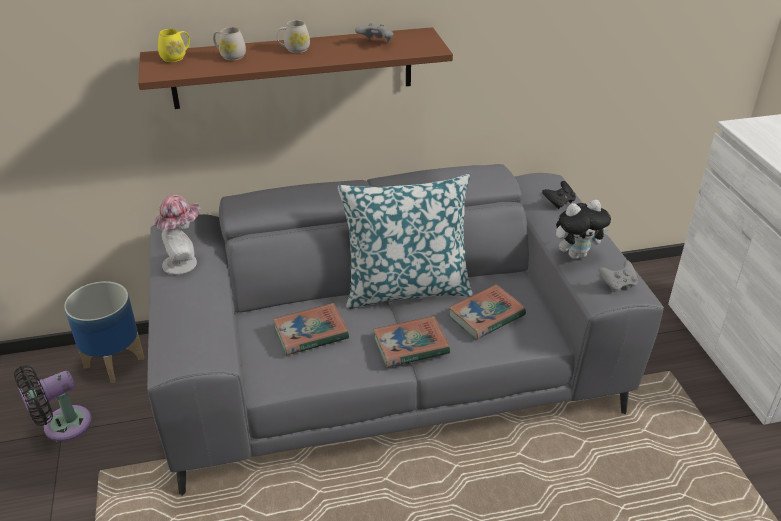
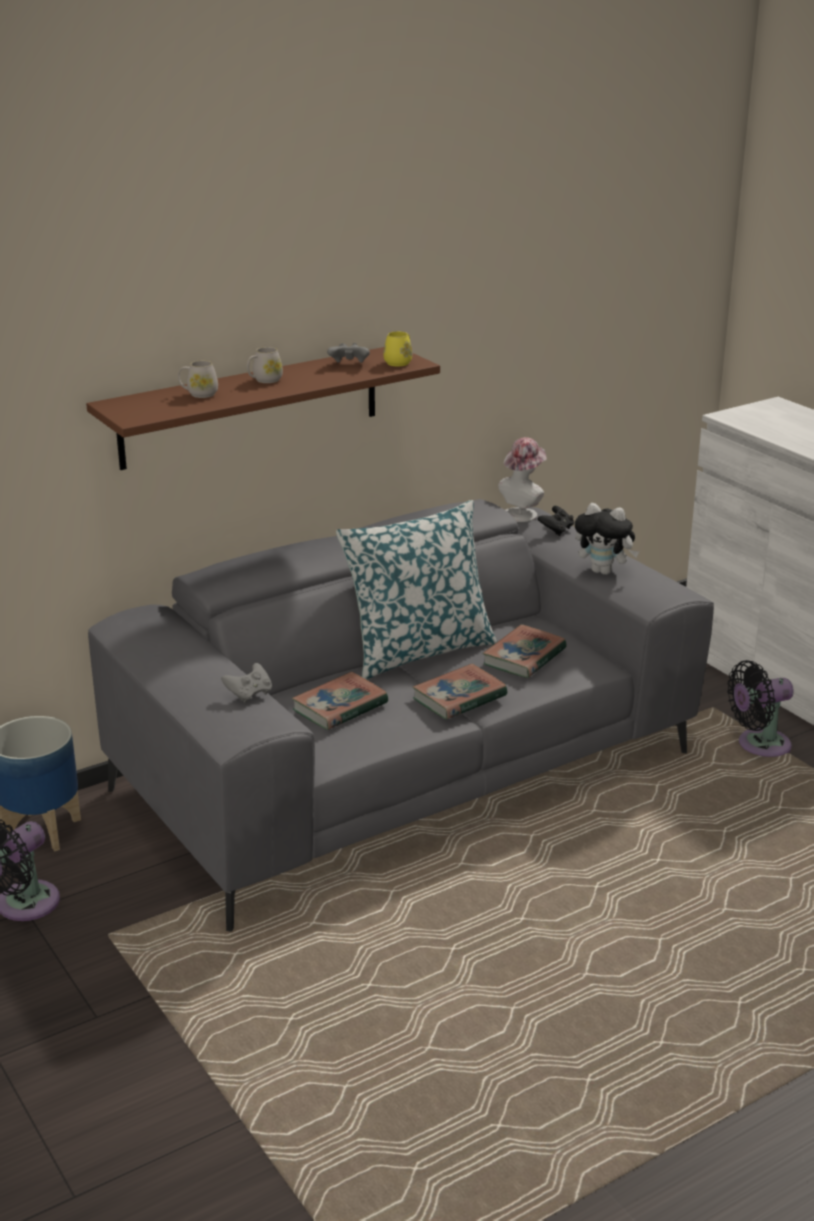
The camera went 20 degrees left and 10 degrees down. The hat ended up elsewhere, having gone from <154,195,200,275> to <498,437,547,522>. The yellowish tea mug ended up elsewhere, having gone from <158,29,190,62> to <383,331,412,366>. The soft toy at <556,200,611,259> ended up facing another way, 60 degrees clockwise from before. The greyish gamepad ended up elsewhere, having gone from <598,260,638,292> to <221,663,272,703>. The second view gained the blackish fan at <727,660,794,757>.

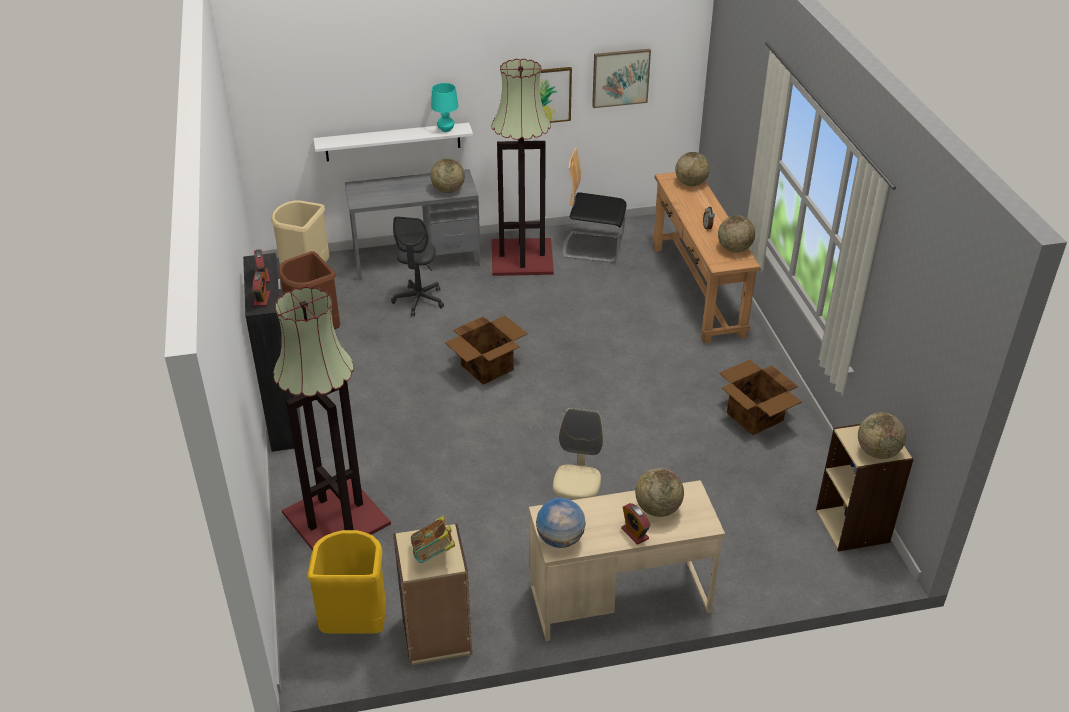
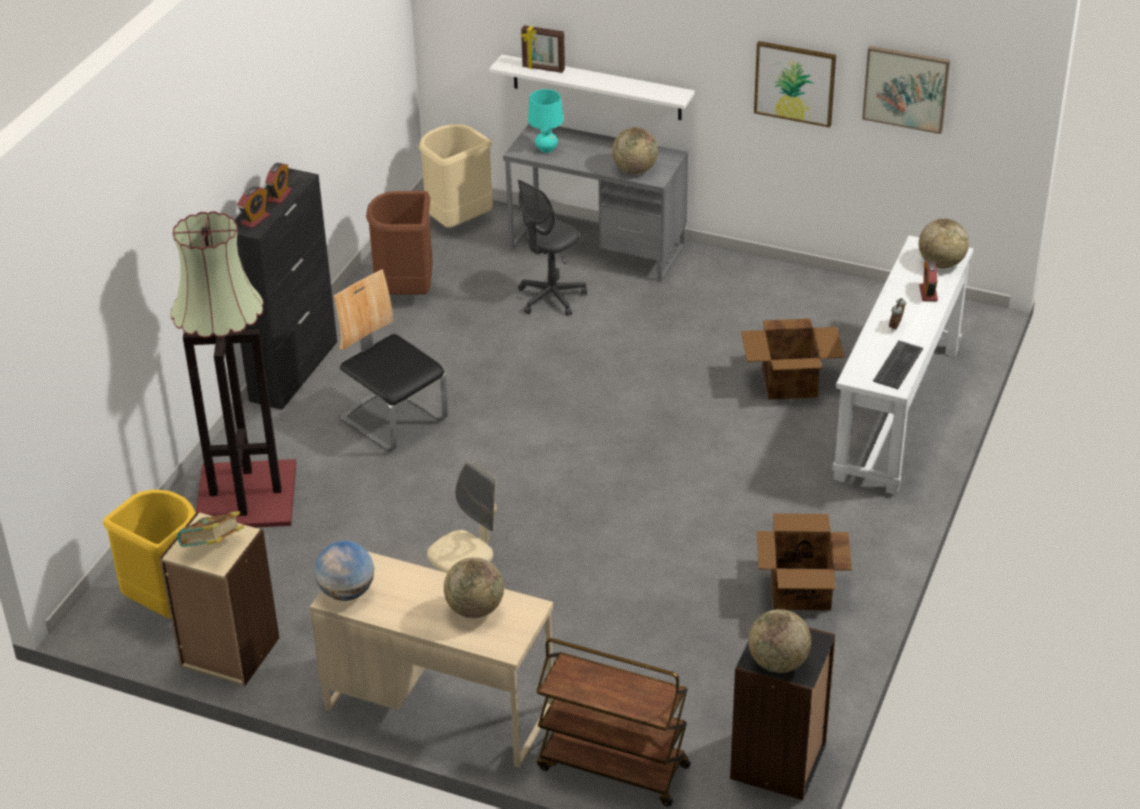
The camera went 35 degrees right and 0 degrees up. The turquoise table lamp ended up elsewhere, having gone from <431,83,458,132> to <528,89,564,153>. The packing box ended up elsewhere, having gone from <445,316,528,385> to <741,318,844,400>. The second view lost the standard lamp at <492,59,554,276>. The plain chair ended up elsewhere, having gone from <563,147,626,263> to <334,269,448,451>. The alarm clock ended up elsewhere, having gone from <621,503,650,545> to <919,261,938,301>. What was the brown hall table at <652,172,761,343> turned into the whitish hall table at <832,235,974,495>. Where the world globe stood at <718,215,755,253>, the computer keyboard came to stand at <873,340,923,389>. What was the beige bookshelf at <816,424,914,551> turned into the blackish bookshelf at <730,615,836,800>. The second view gained the standing frame at <521,25,565,73>. The second view gained the brown trolley at <536,638,691,807>.

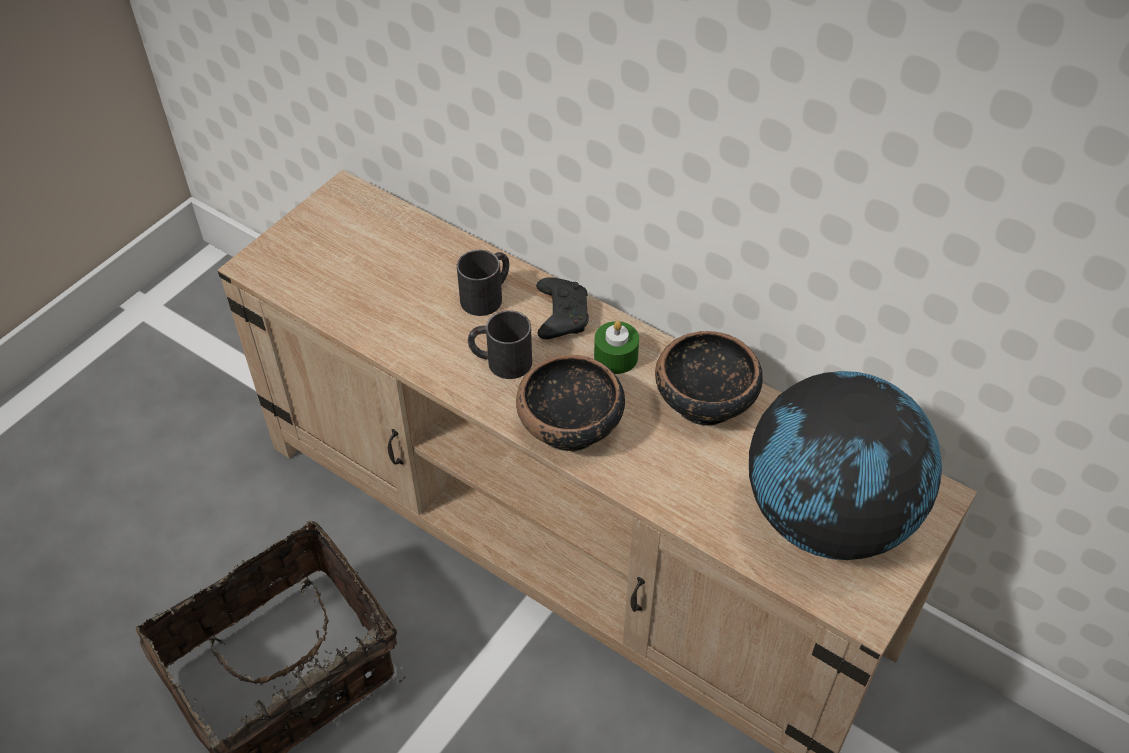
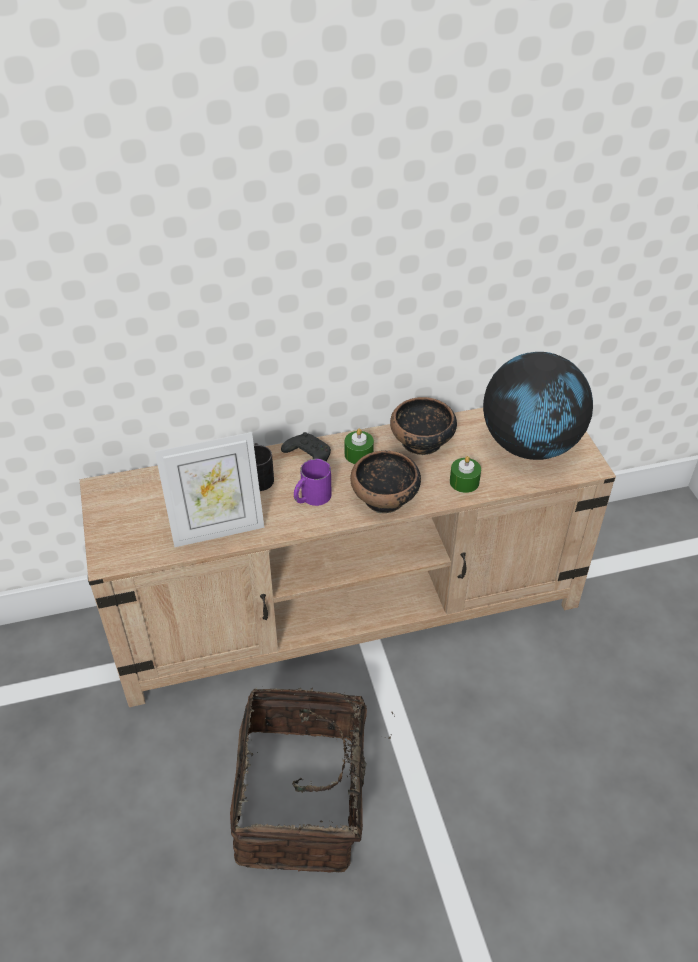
The camera went 50 degrees left and 5 degrees down. What was the blackish tea mug at <468,310,532,379> turned into the purple-coloured tea mug at <294,459,332,506>. The second view gained the standing frame at <155,432,264,547>. The second view gained the green-coloured candle at <450,456,481,493>.

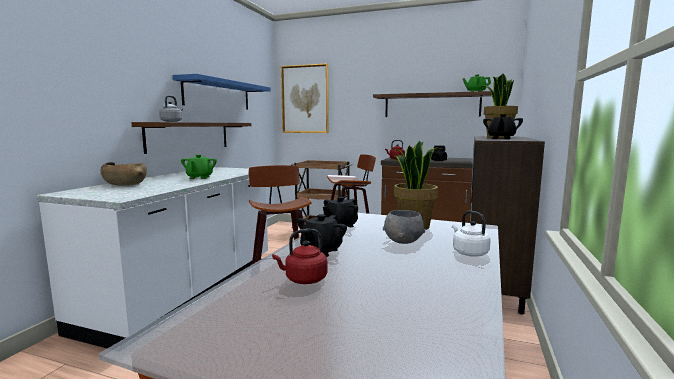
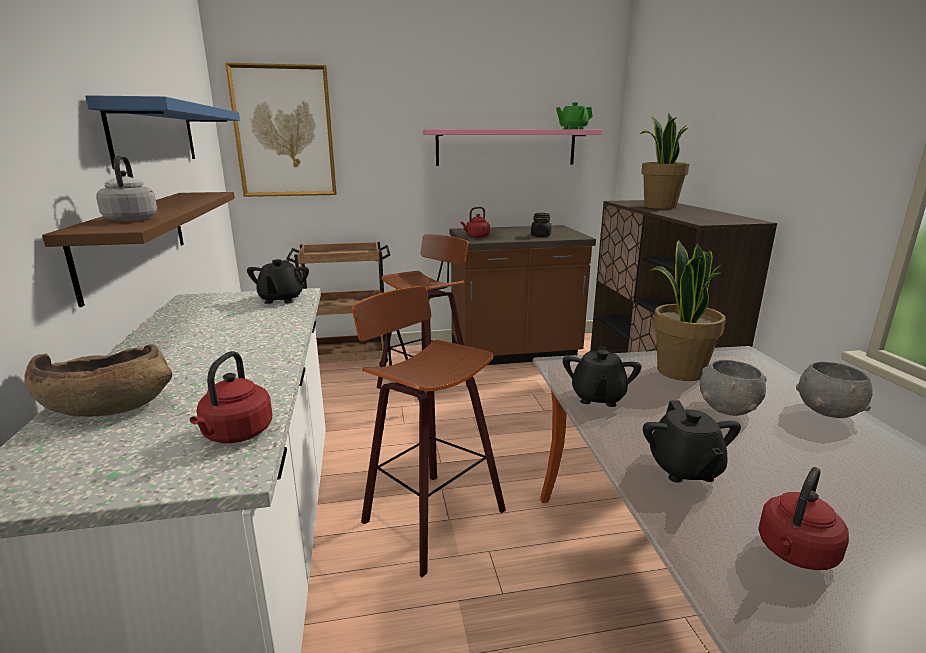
The camera went 30 degrees left and 10 degrees up. The second view lost the green-coloured pot for tea at <181,154,217,179>. What was the brown bracket shelf at <373,91,492,117> turned into the pinkish bracket shelf at <423,129,602,166>. Where the whitish water kettle stood at <452,211,491,256>, the greyish bowl came to stand at <796,361,873,418>. The blackish pot for tea ended up elsewhere, having gone from <483,114,523,139> to <247,259,309,304>. The second view gained the red-coloured water kettle at <190,351,272,443>.

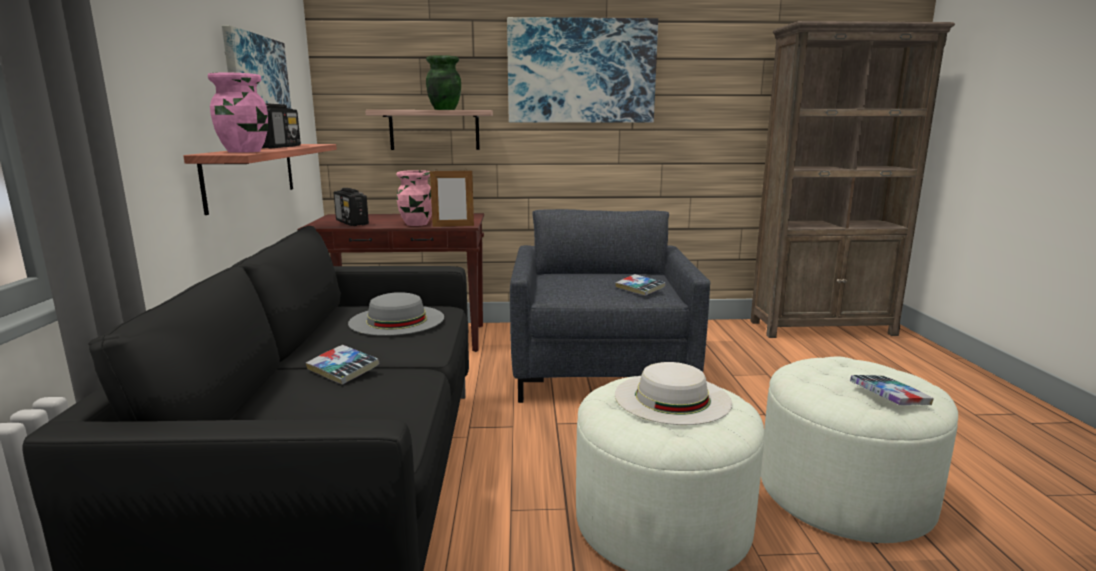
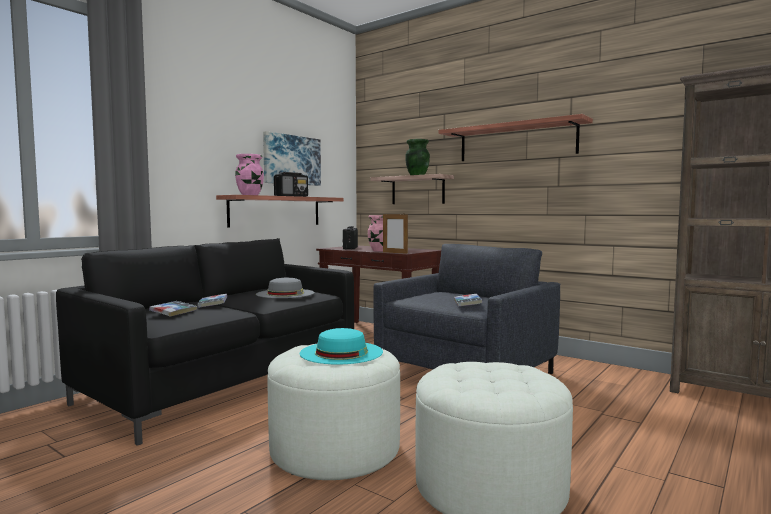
The camera went 40 degrees right and 10 degrees down. Where the wall art hung at <507,17,658,123>, the bracket shelf came to hang at <438,114,593,161>. What was the whitish hat at <615,362,732,425> turned into the turquoise hat at <300,328,383,365>. The bound book ended up elsewhere, having gone from <850,375,934,405> to <149,301,197,317>.

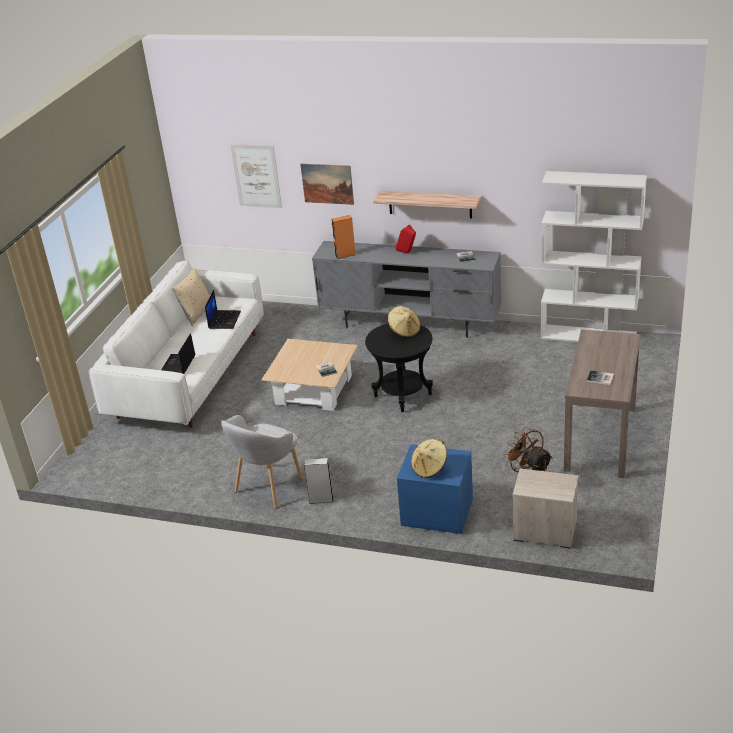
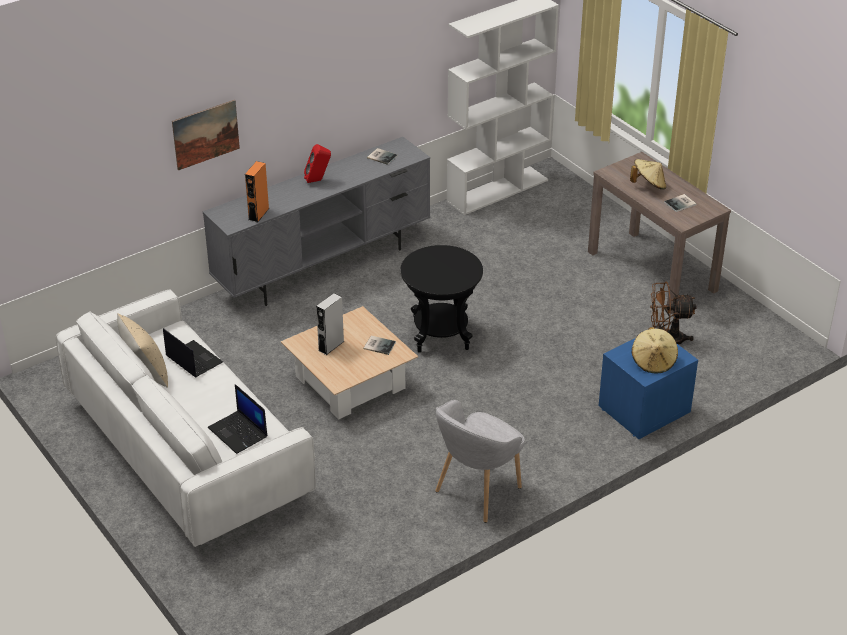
The camera went 55 degrees left and 5 degrees up. The greyish easy chair at <221,415,303,509> ended up facing another way, 60 degrees clockwise from before. The second view lost the wall art at <230,144,282,208>. The greyish loudspeaker ended up elsewhere, having gone from <304,458,333,504> to <316,293,344,355>. The second view lost the bracket shelf at <373,191,481,219>. The beige hat ended up elsewhere, having gone from <388,306,420,338> to <630,159,666,190>. The second view lost the bedside table at <513,469,578,549>.

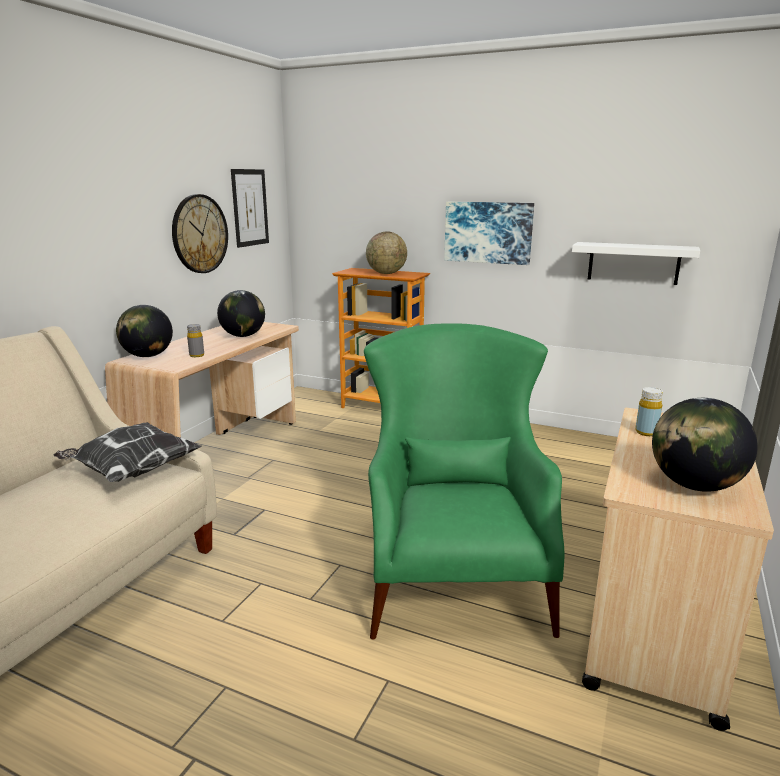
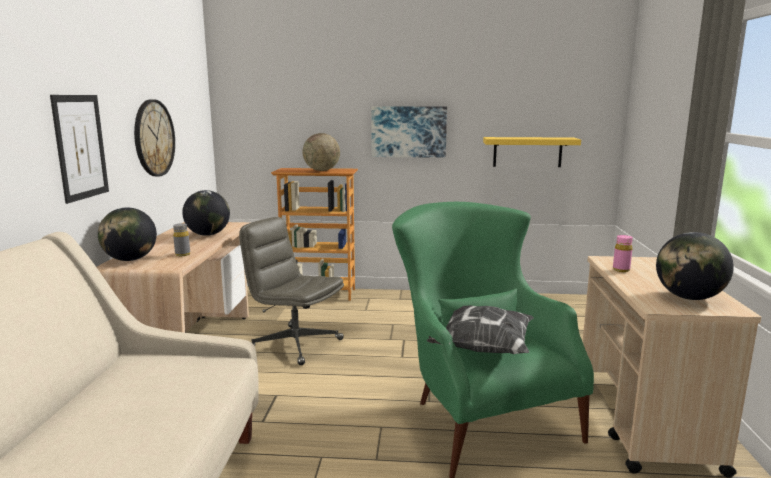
The camera went 20 degrees left and 5 degrees down. The pillow ended up elsewhere, having gone from <53,422,201,482> to <427,306,534,354>. The wall art ended up elsewhere, having gone from <231,169,269,248> to <50,95,109,204>. What was the whitish bracket shelf at <572,242,700,285> turned into the yellowish bracket shelf at <483,137,581,167>. What was the yellowish beverage bottle at <635,387,663,436> turned into the pinkish beverage bottle at <613,235,633,272>. The second view gained the greyish computer chair at <239,217,344,365>.

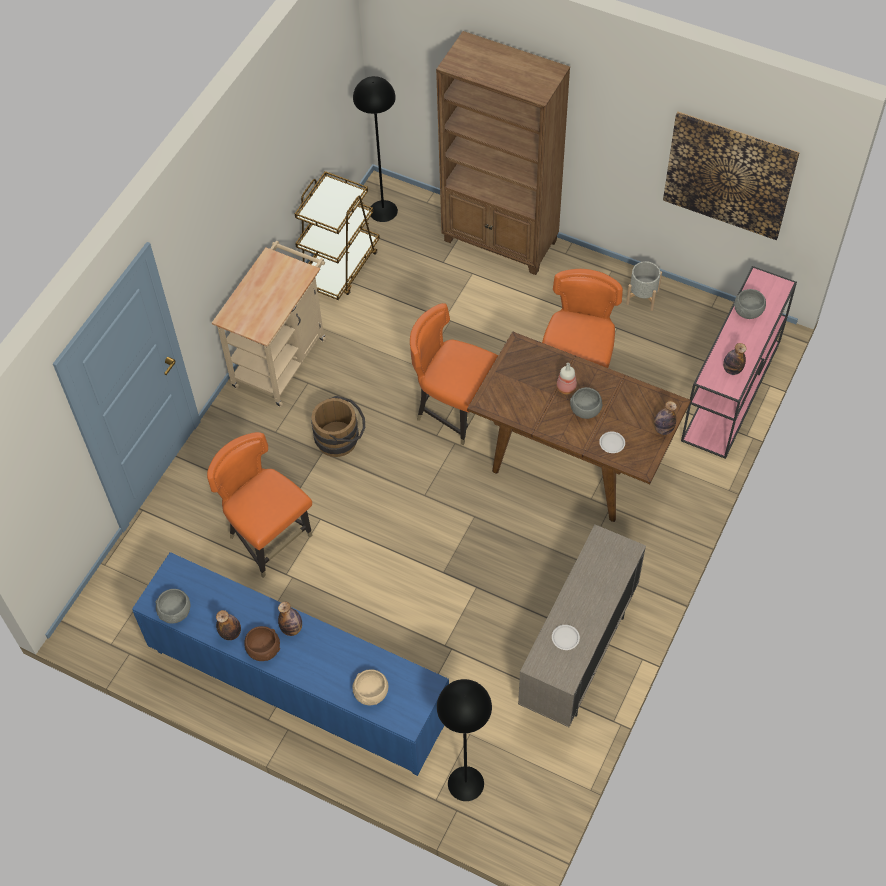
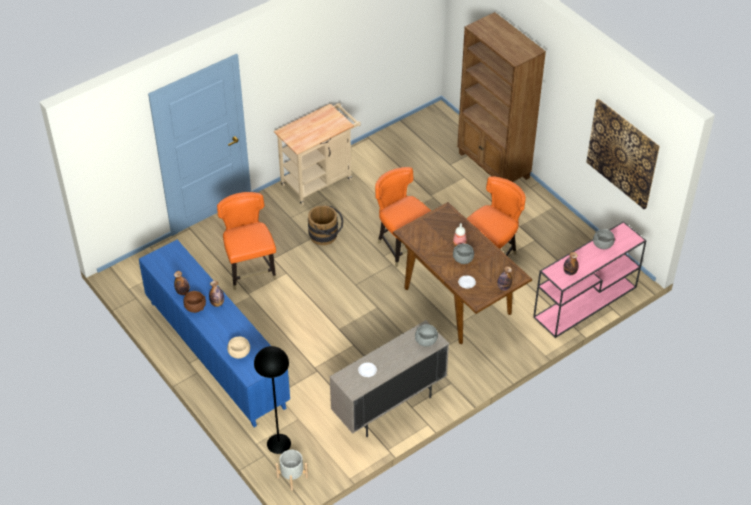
The camera went 25 degrees right and 10 degrees down. The greyish bowl ended up elsewhere, having gone from <155,589,190,624> to <415,324,438,347>. The second view lost the brown trolley at <295,171,380,300>. The second view lost the blackish standard lamp at <353,76,398,222>. The greyish planter ended up elsewhere, having gone from <626,261,662,311> to <276,450,308,491>.

